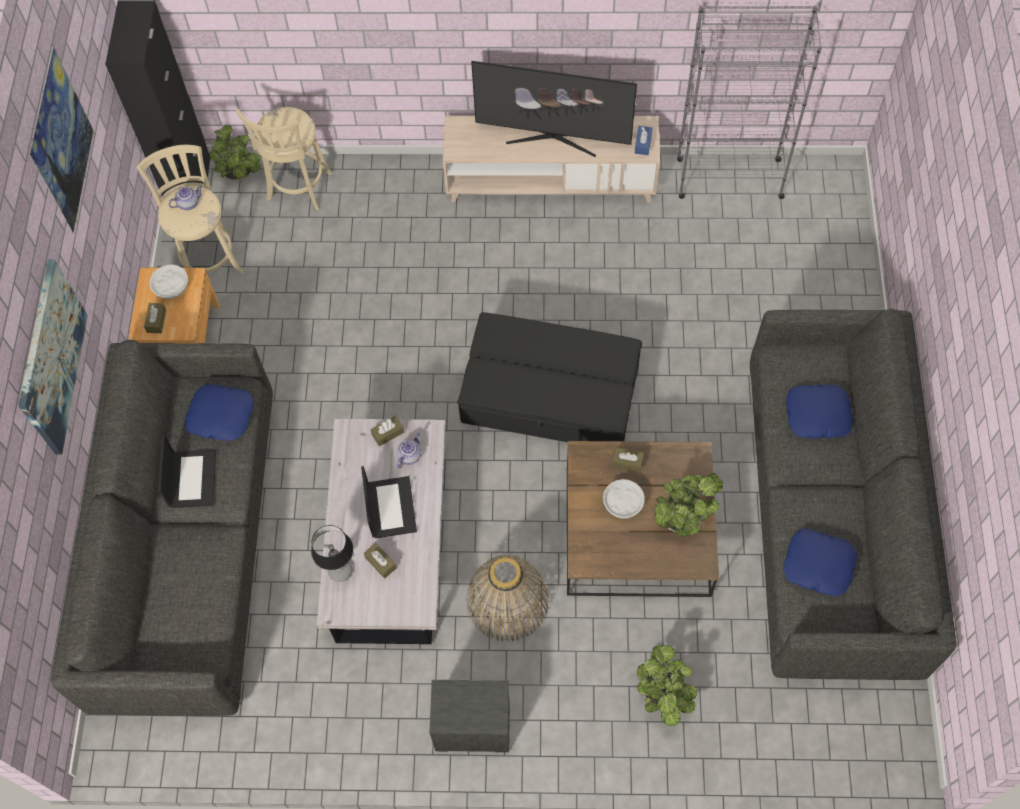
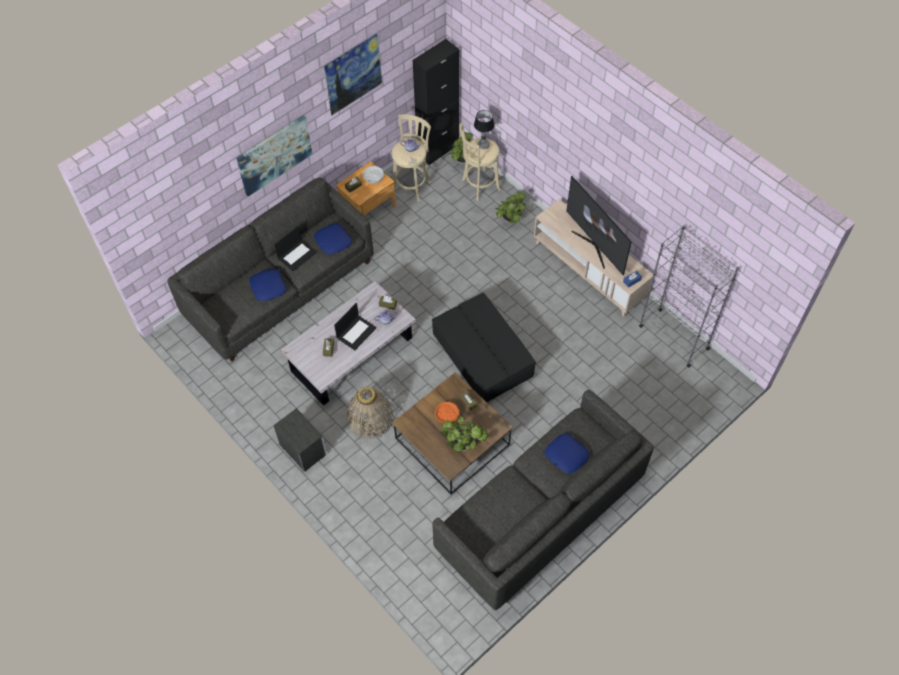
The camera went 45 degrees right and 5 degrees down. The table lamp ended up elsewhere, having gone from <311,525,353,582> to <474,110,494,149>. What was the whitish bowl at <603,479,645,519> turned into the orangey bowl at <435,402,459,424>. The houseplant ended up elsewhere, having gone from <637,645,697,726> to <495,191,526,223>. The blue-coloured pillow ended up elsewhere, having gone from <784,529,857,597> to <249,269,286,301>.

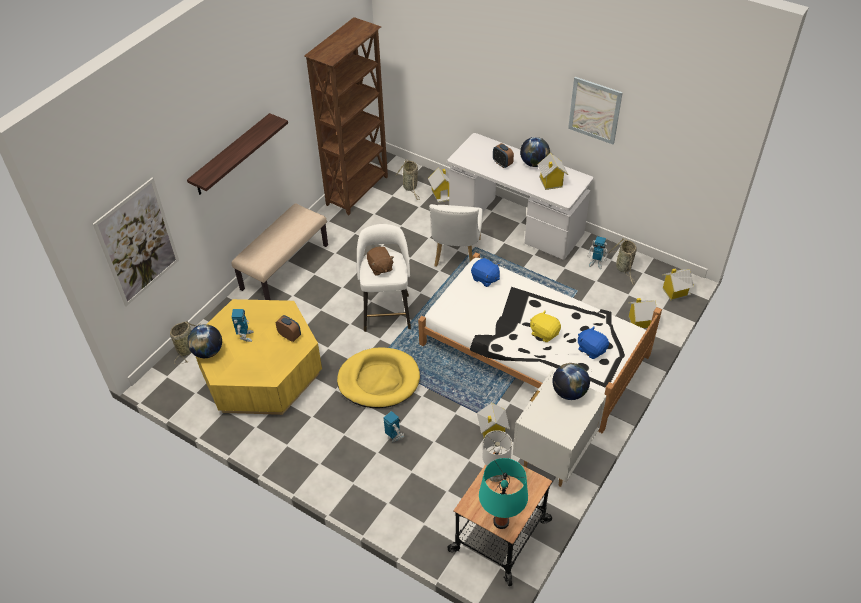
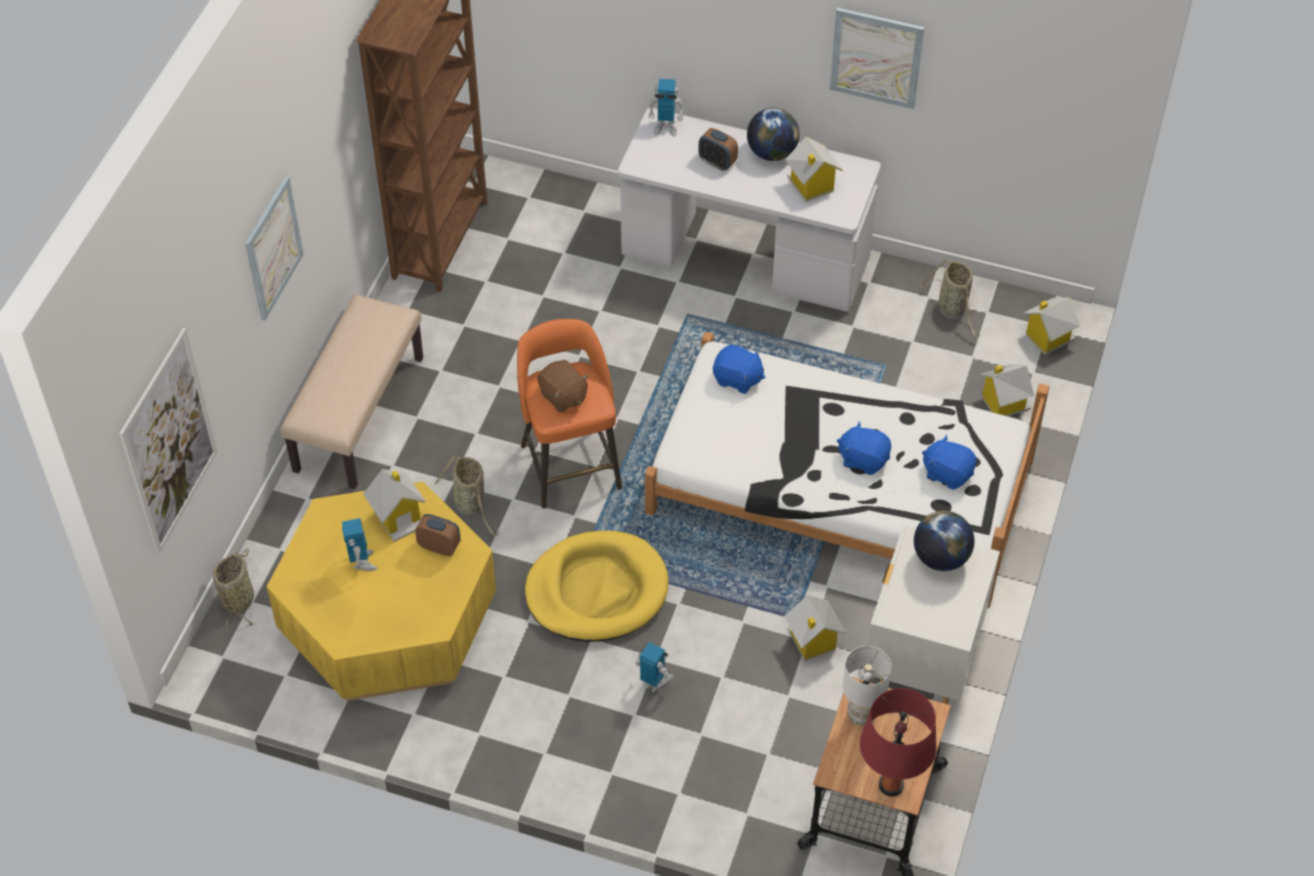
The camera went 15 degrees left and 5 degrees up. Where the bracket shelf hung at <187,113,288,195>, the wall art came to hang at <245,176,304,321>. The second view lost the world globe at <187,324,222,358>. What was the whitish sitting stool at <357,224,411,332> turned into the orangey sitting stool at <517,319,622,509>. The household basket ended up elsewhere, having gone from <395,159,420,200> to <434,455,499,537>. The toy house ended up elsewhere, having gone from <428,167,449,203> to <363,469,426,542>. The second view lost the whitish plain chair at <429,204,483,267>. What was the turquoise table lamp at <479,458,528,529> turned into the red-coloured table lamp at <860,688,936,797>. What was the yellowish soft toy at <530,311,561,342> turned into the blue-coloured soft toy at <837,421,891,475>. The robot figure ended up elsewhere, having gone from <588,236,608,269> to <648,79,684,137>.

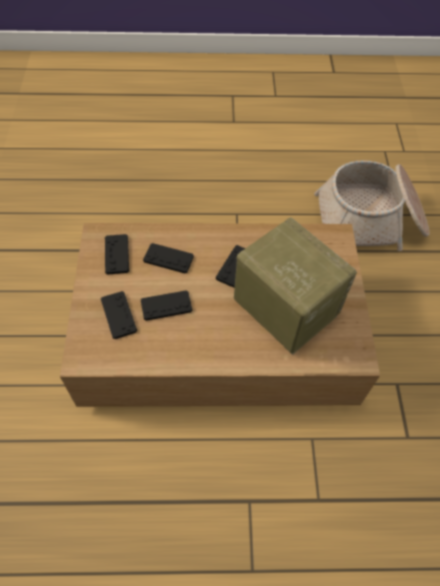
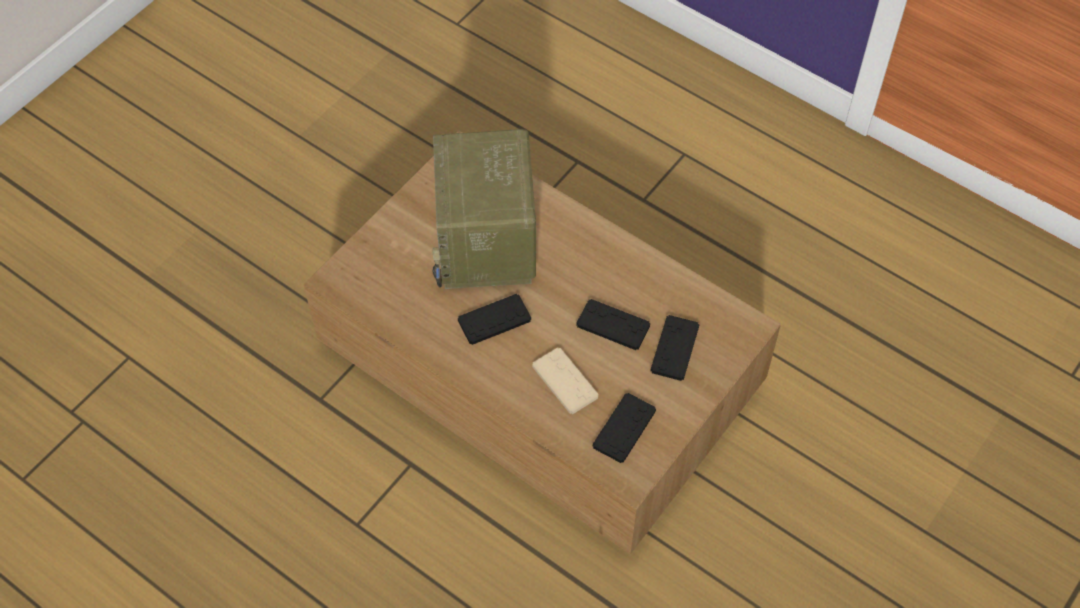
The camera went 140 degrees left and 0 degrees up. What was the blackish gamepad at <143,243,194,274> turned into the beige gamepad at <532,347,598,414>. The second view lost the household basket at <314,160,430,251>.

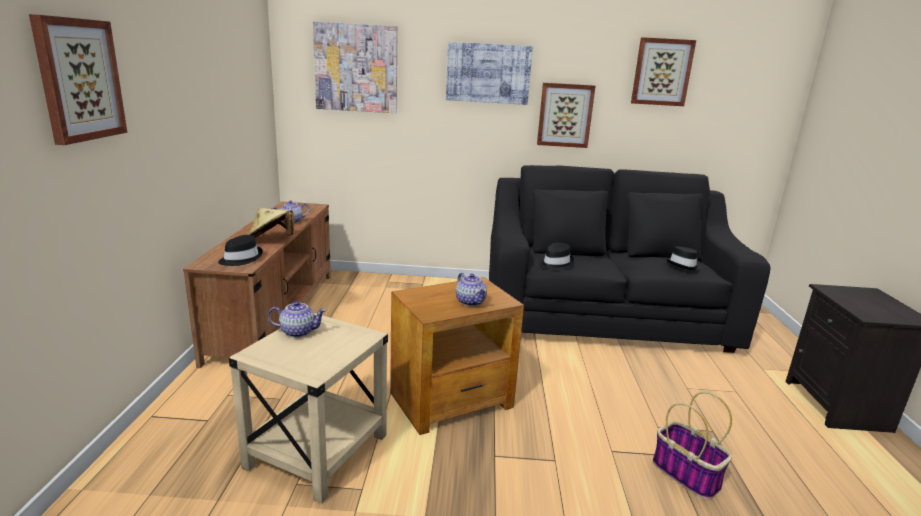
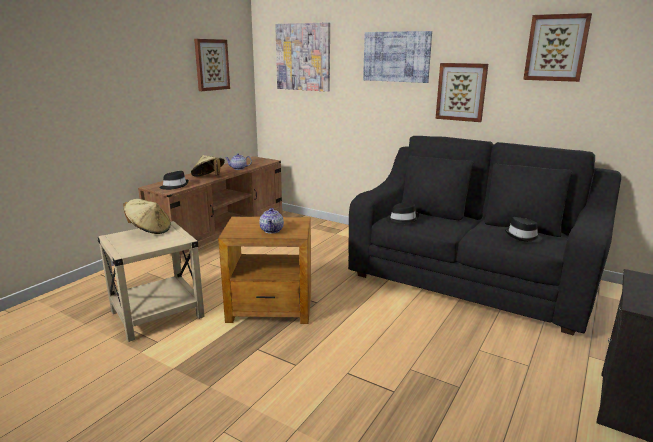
The camera went 30 degrees right and 0 degrees up. The wall art ended up elsewhere, having gone from <29,14,127,145> to <194,39,230,91>. Where the pot for tea stood at <268,301,326,338>, the beige hat came to stand at <123,199,171,234>. The second view lost the household basket at <653,391,732,500>.

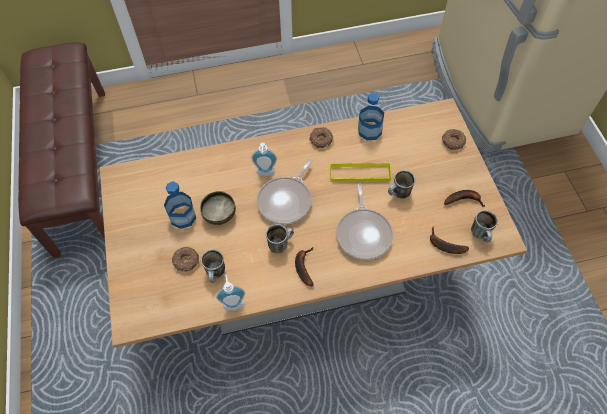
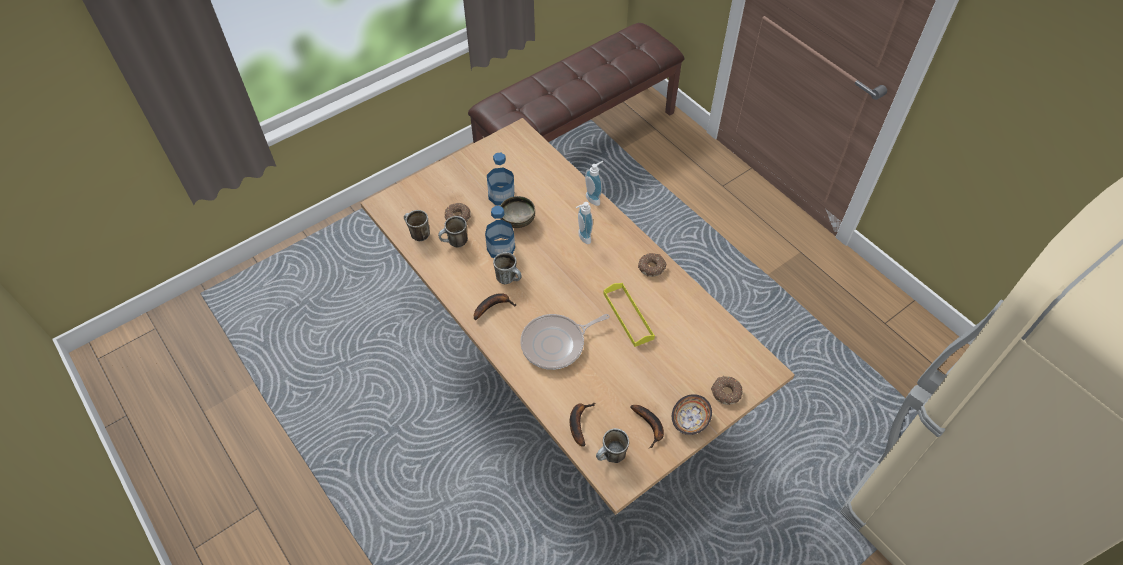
The camera went 65 degrees right and 5 degrees down. The soap bottle ended up elsewhere, having gone from <216,274,245,311> to <585,161,603,206>. The second view lost the pan at <257,158,313,225>. The beverage bottle ended up elsewhere, having gone from <358,93,384,140> to <485,206,515,258>. The tea mug ended up elsewhere, having gone from <388,170,415,199> to <404,210,430,241>. The second view gained the bowl at <672,394,712,435>.

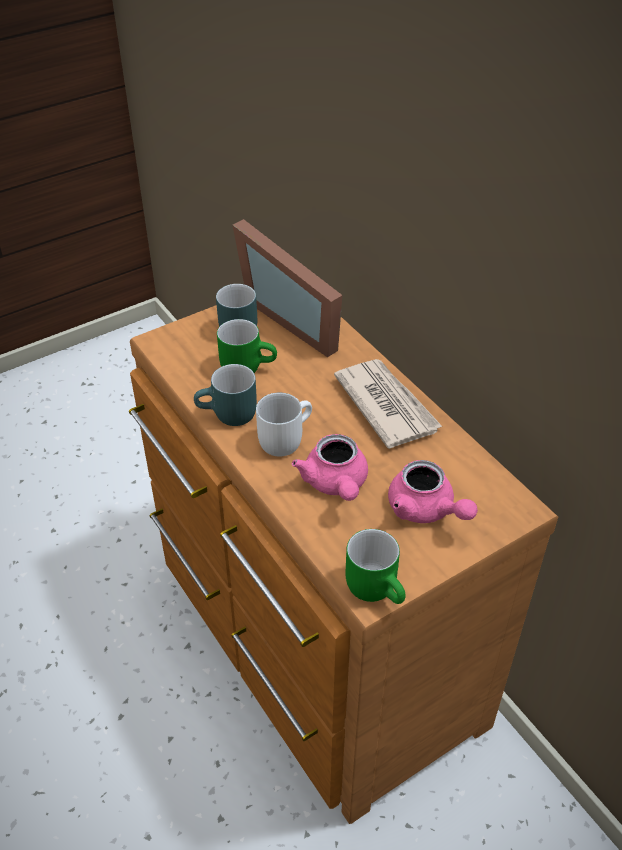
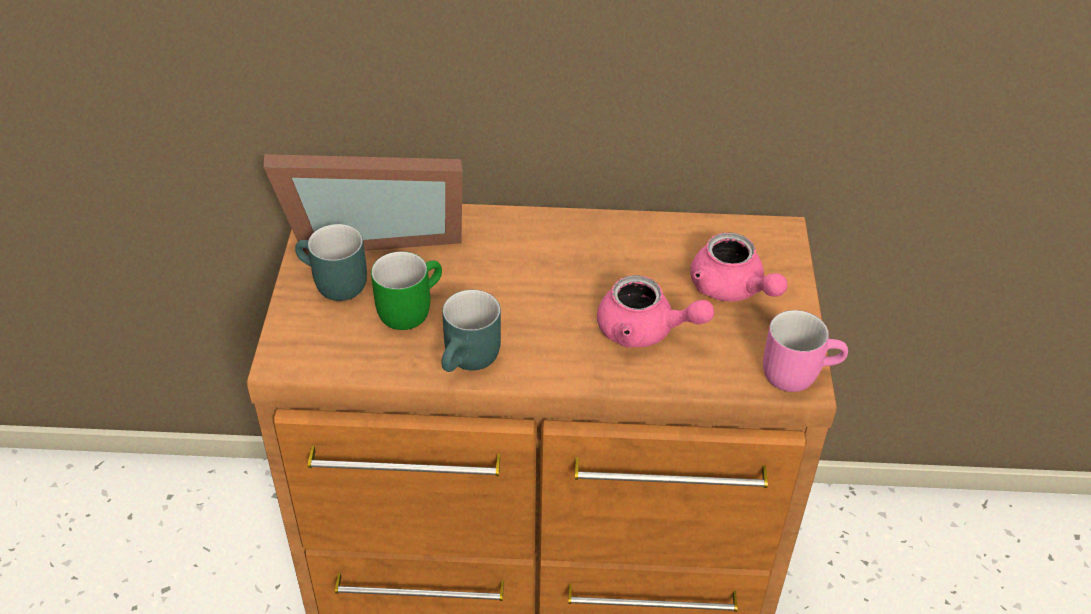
The camera went 55 degrees left and 0 degrees up. The second view lost the whitish tea mug at <256,392,312,457>. The second view lost the printed paper at <334,359,443,449>. What was the green-coloured tea mug at <346,529,406,604> turned into the pinkish tea mug at <763,310,848,392>. The pinkish pot for tea at <388,460,478,523> ended up facing another way, 60 degrees clockwise from before.

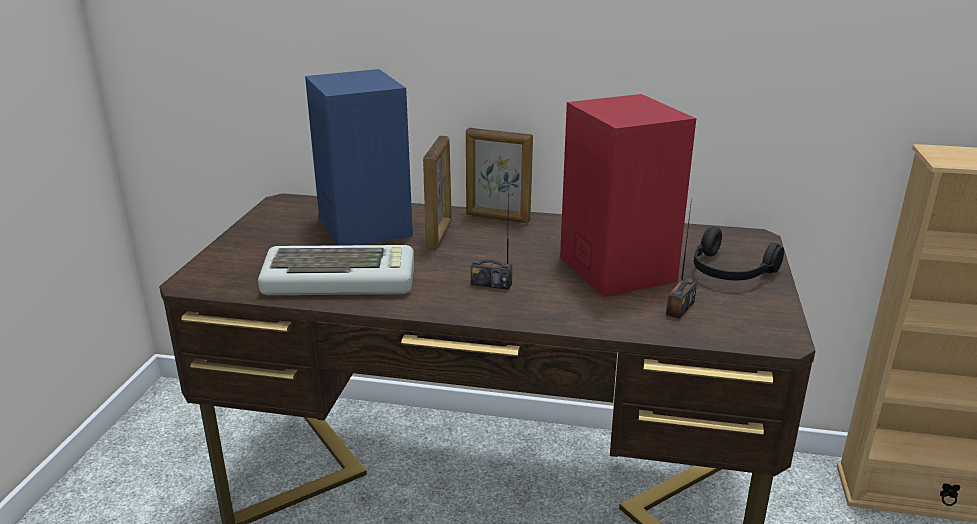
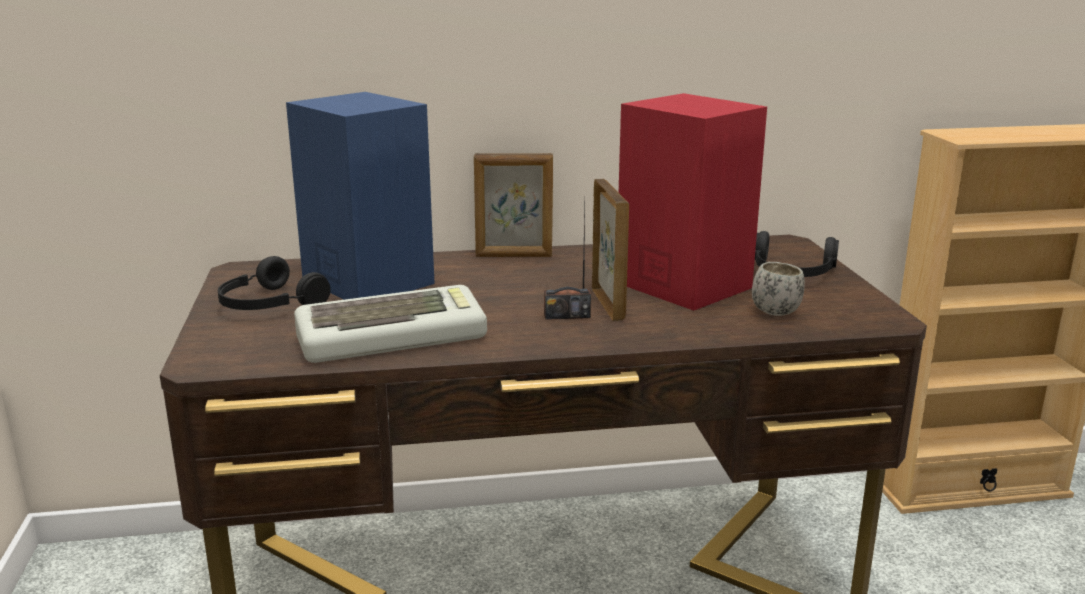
The camera went 20 degrees left and 5 degrees down. The standing frame ended up elsewhere, having gone from <423,135,452,250> to <592,179,629,321>. Where the radio set stood at <666,198,697,319>, the whitish tea mug came to stand at <752,262,805,316>. The second view gained the blackish headphones at <218,256,331,310>.

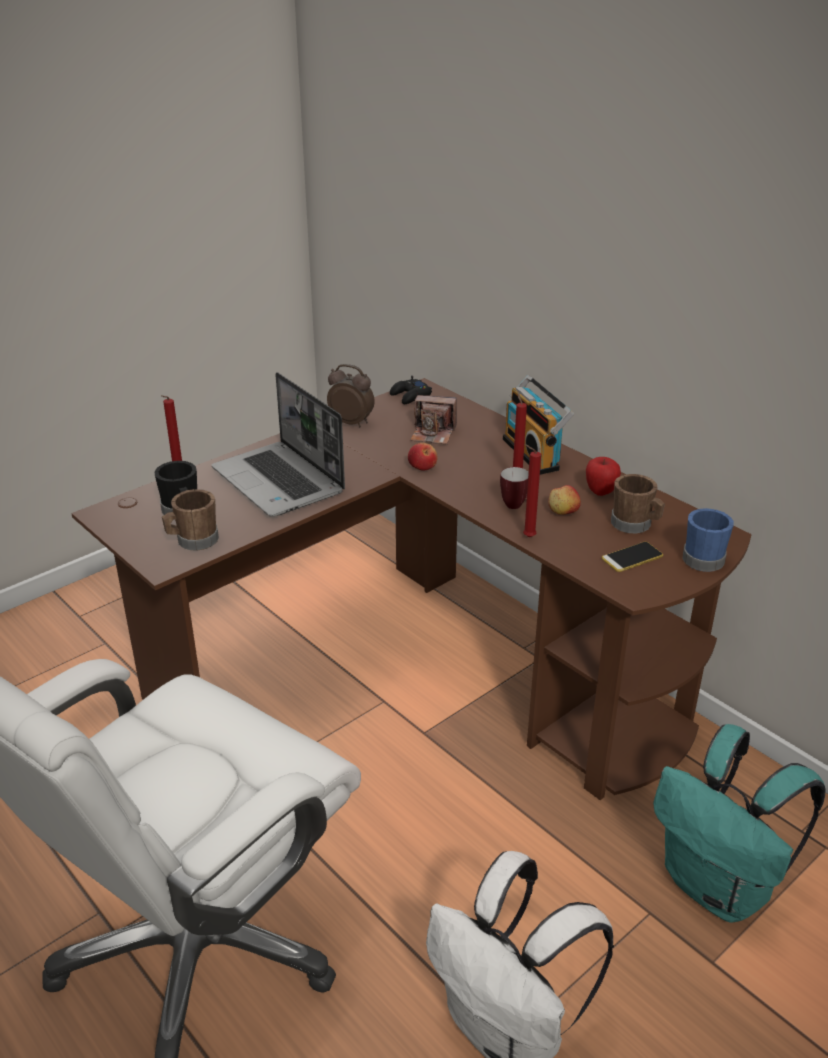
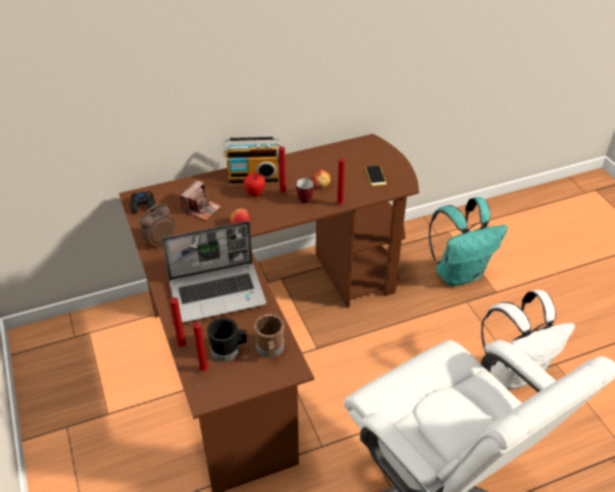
The camera went 70 degrees left and 10 degrees up. The whole apple ended up elsewhere, having gone from <586,457,621,496> to <243,173,265,196>. The second view lost the brown tea mug at <611,474,665,534>. The second view lost the blue-coloured tea mug at <682,508,734,572>. The second view gained the red-coloured candle at <193,322,209,371>.

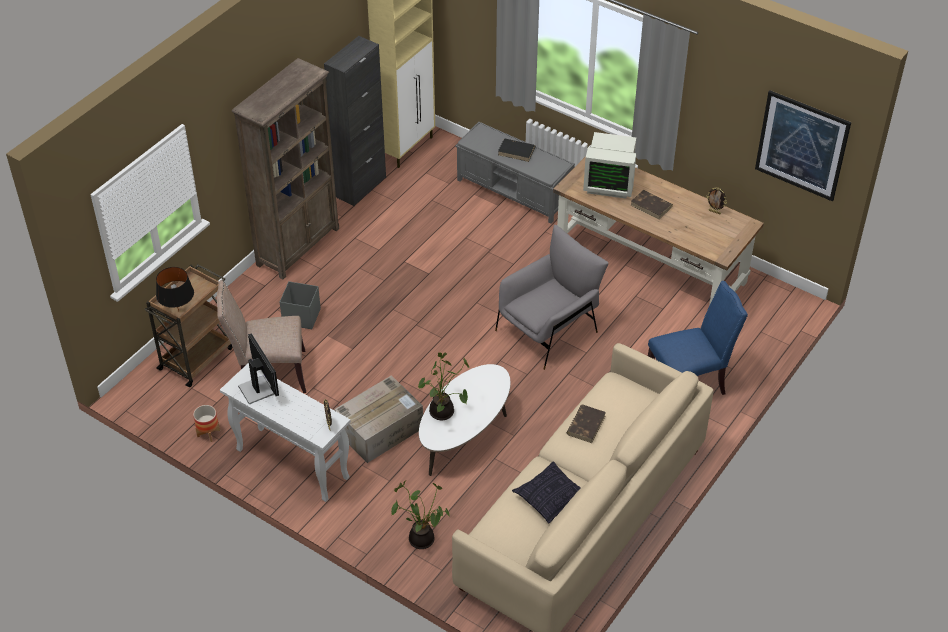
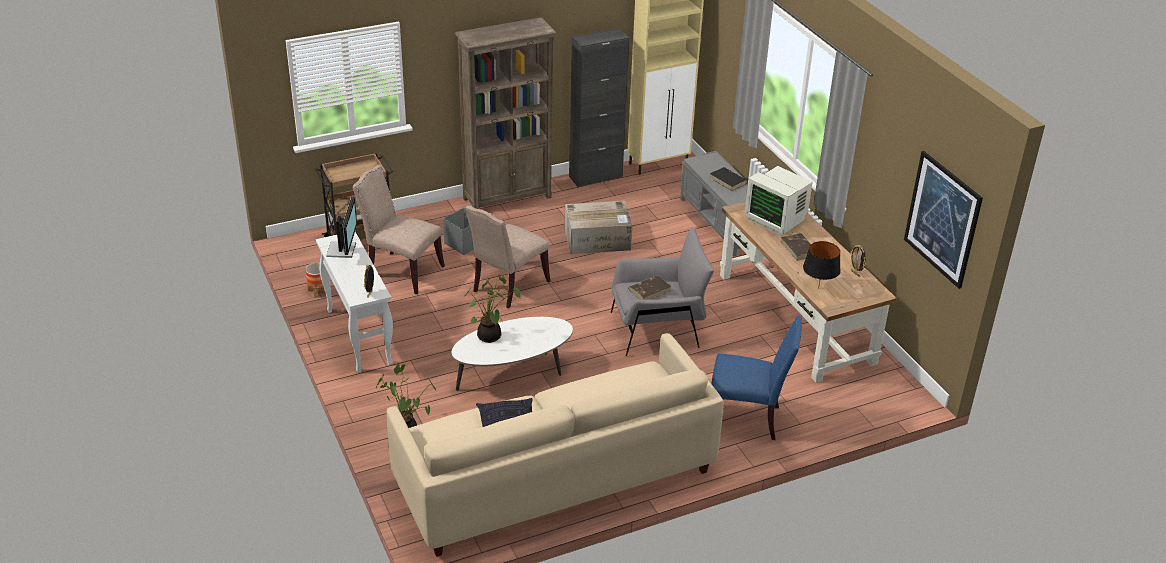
The camera went 30 degrees right and 10 degrees down. The blackish table lamp ended up elsewhere, having gone from <156,267,194,312> to <803,241,841,289>. The packing box ended up elsewhere, having gone from <334,375,423,463> to <565,201,632,254>. The brown bound book ended up elsewhere, having gone from <567,404,606,443> to <628,275,671,300>. The second view gained the beige plain chair at <465,205,550,308>.

